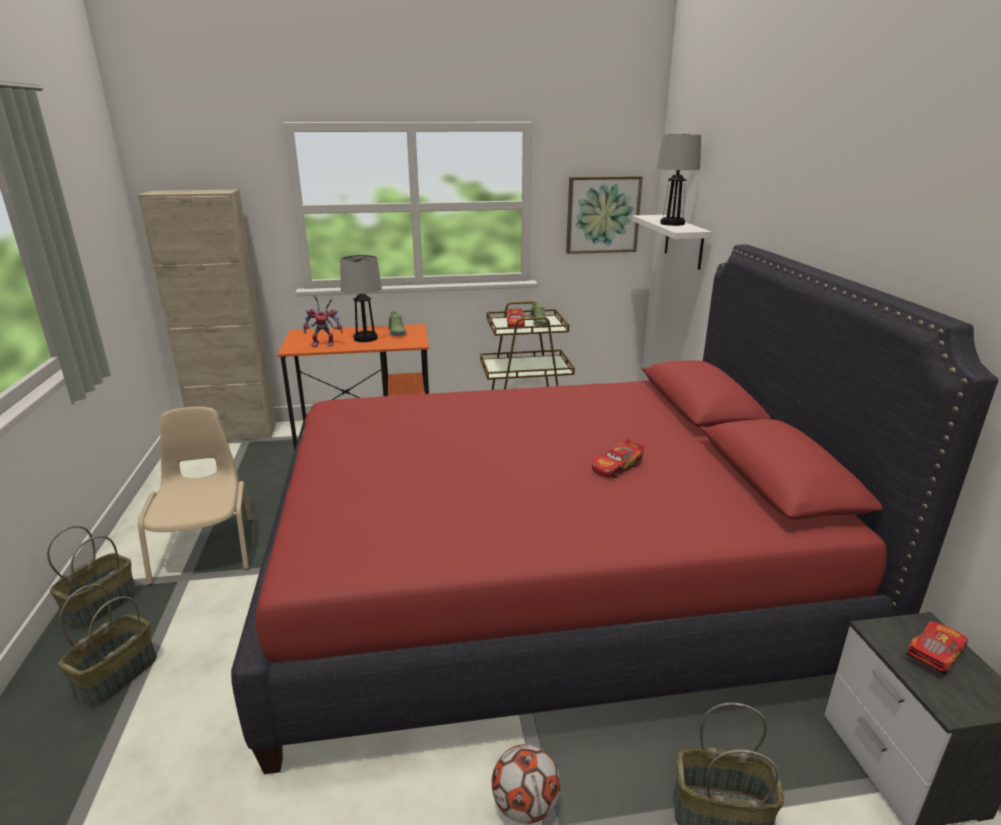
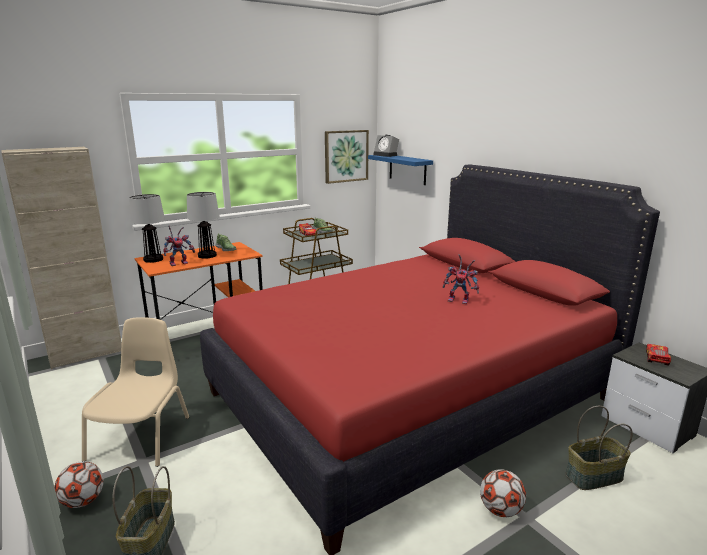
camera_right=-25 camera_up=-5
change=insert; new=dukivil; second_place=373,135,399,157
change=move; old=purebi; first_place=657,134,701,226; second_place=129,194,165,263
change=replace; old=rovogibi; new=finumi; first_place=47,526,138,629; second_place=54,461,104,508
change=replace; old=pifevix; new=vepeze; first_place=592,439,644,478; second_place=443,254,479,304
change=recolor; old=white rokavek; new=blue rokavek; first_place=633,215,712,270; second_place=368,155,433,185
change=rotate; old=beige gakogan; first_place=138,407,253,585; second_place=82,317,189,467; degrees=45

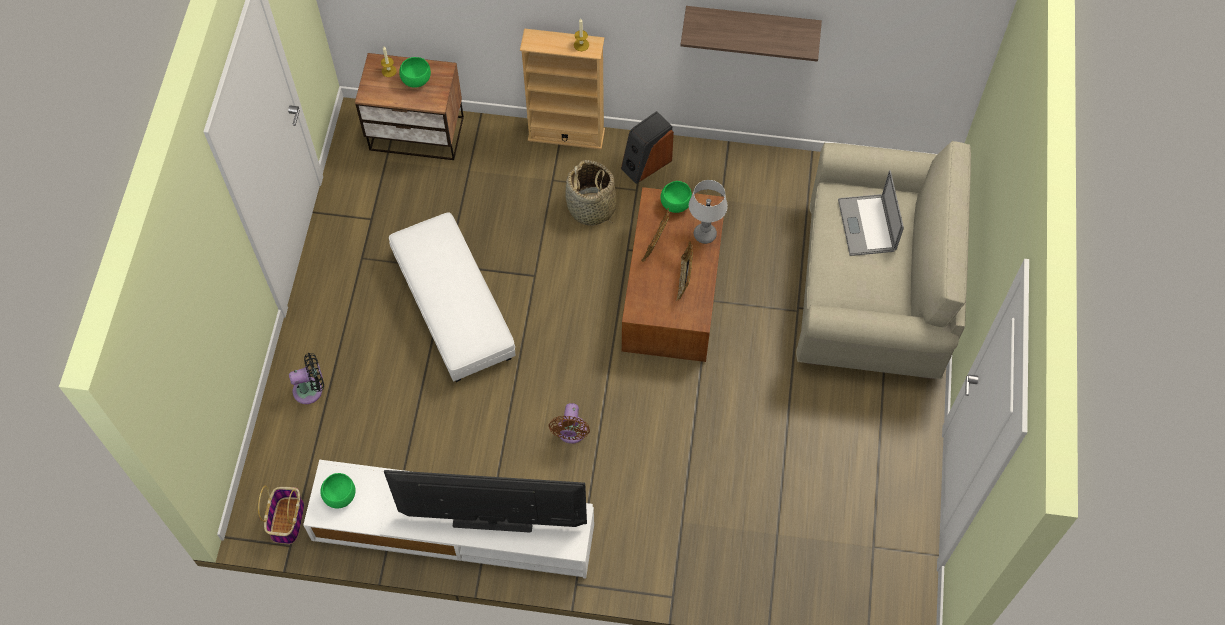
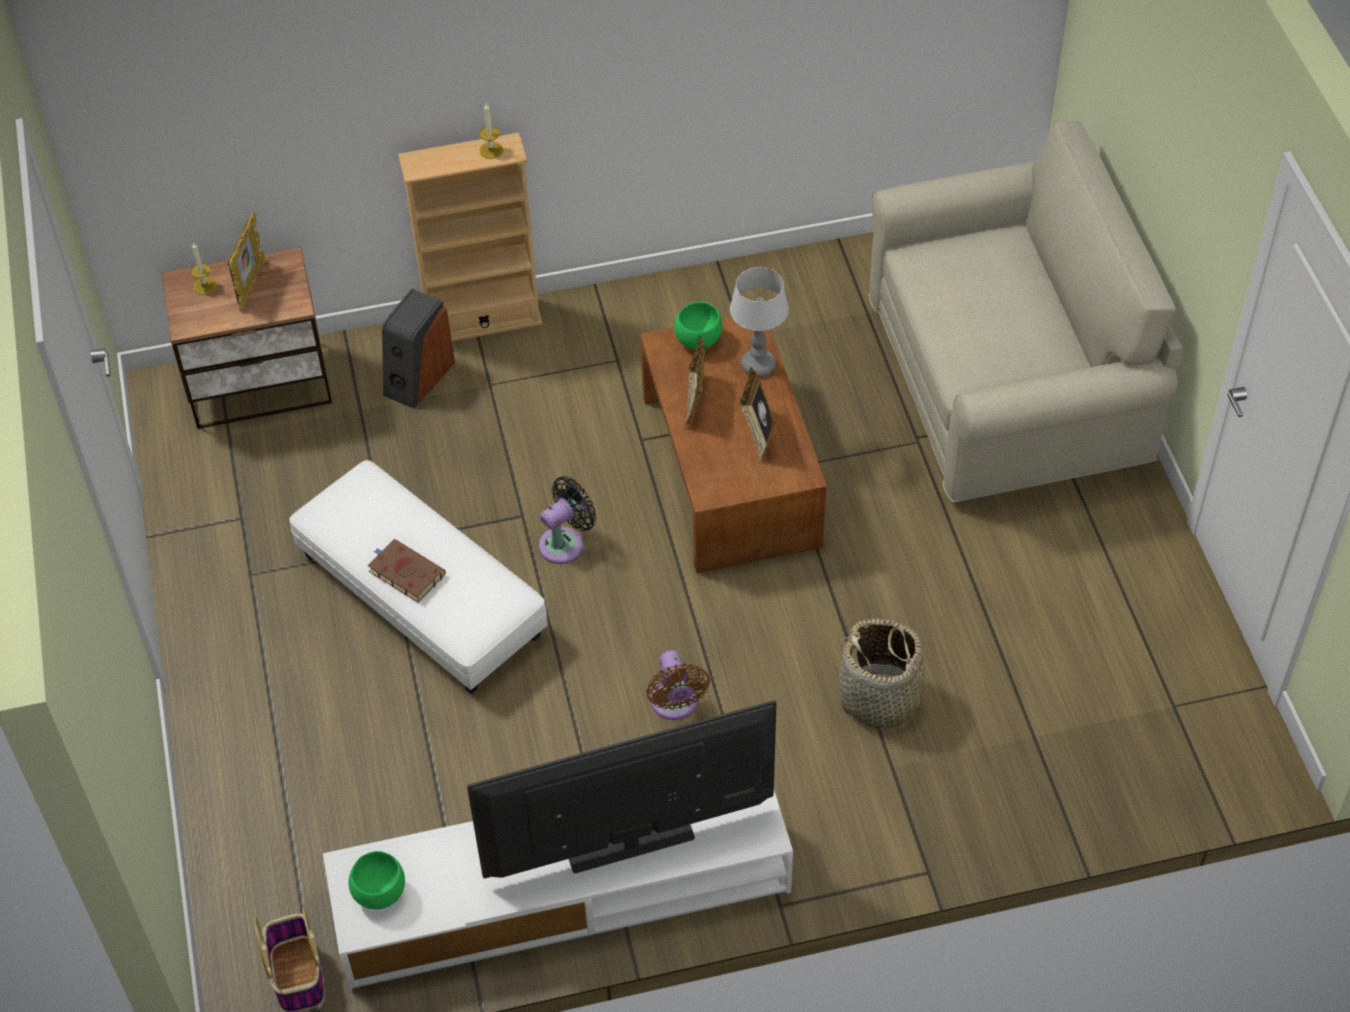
camera_right=-20 camera_up=-10
change=delete; old=rokavek; first_place=680,6,822,62
change=delete; old=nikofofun; first_place=838,170,904,256
change=insert; new=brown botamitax; second_place=368,539,446,602
change=move; old=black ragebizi; first_place=289,353,324,404; second_place=539,476,596,564
change=move; old=rovogibi; first_place=565,160,617,225; second_place=835,619,937,729
change=move; old=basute; first_place=621,111,674,184; second_place=382,288,455,409
change=replace; old=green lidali; new=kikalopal; first_place=399,57,431,88; second_place=227,212,265,311

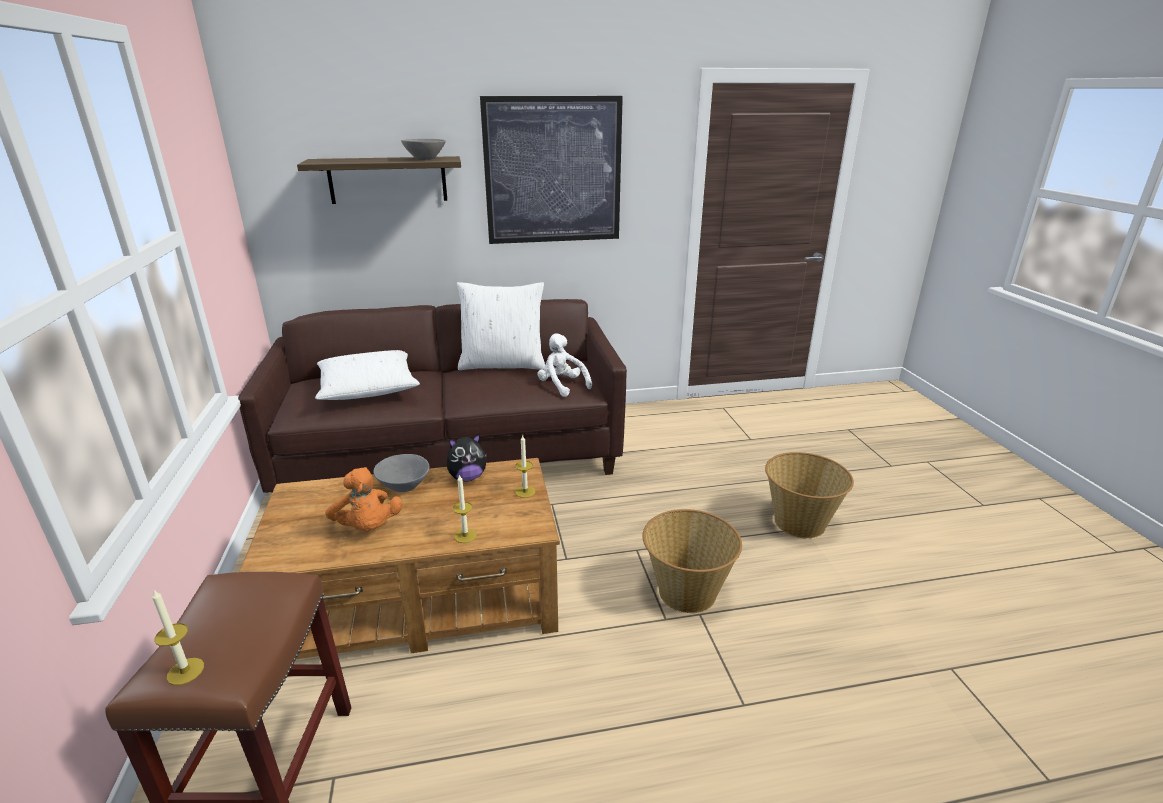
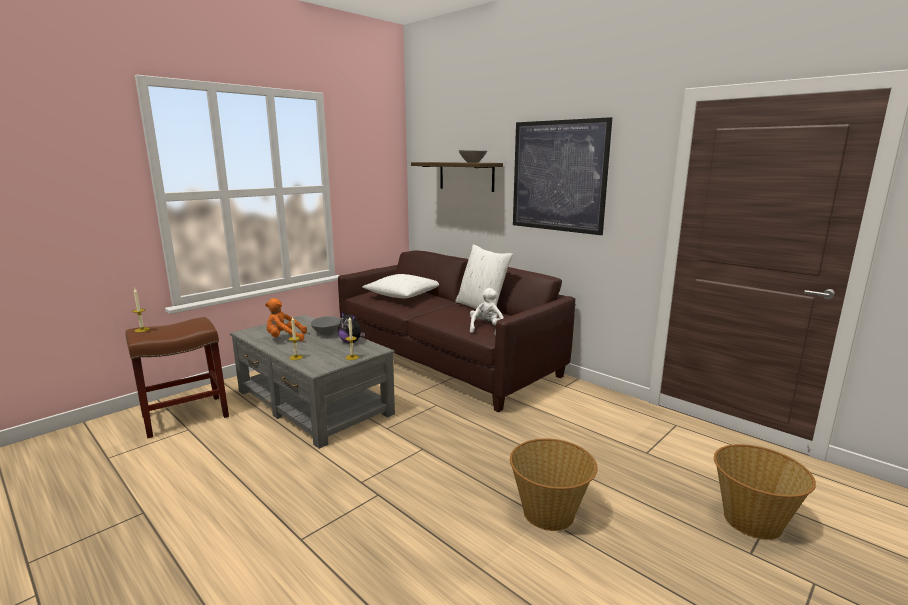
camera_right=55 camera_up=-10
change=move; old=rovogibi; first_place=642,509,742,613; second_place=714,444,816,540
change=recolor; old=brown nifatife; new=grey nifatife; first_place=239,458,560,659; second_place=230,315,395,449
change=rotate; old=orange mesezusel; first_place=325,467,403,531; second_place=265,298,307,341; degrees=60

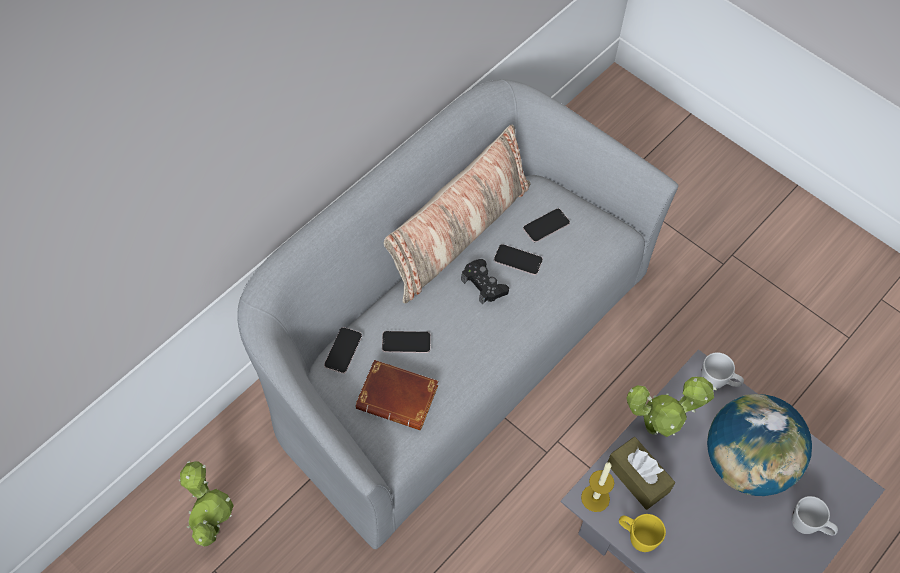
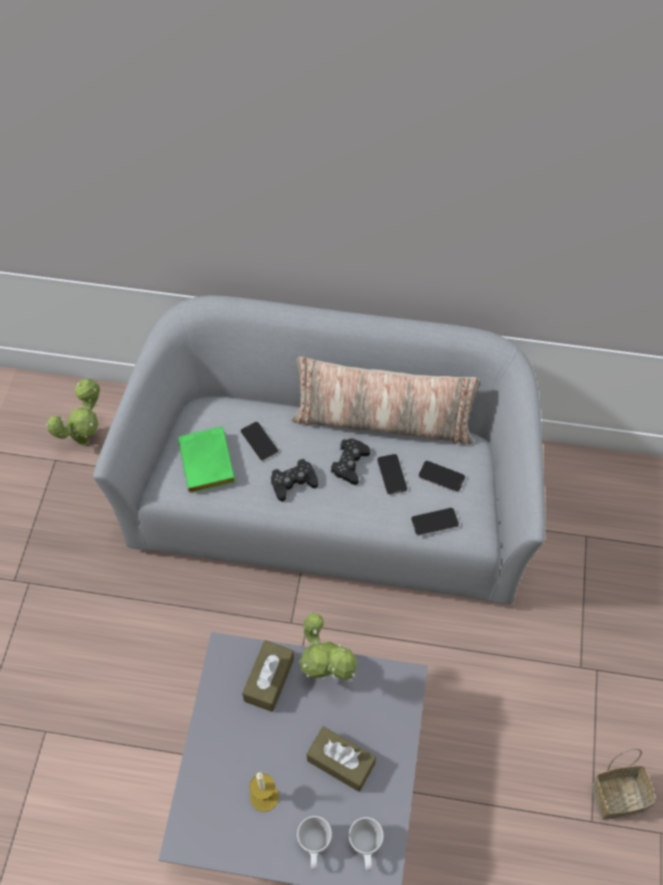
camera_right=60 camera_up=0
change=delete; old=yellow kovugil; first_place=619,514,666,552
change=insert; new=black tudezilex; second_place=271,459,318,502
change=insert; new=rovogibi; second_place=591,749,658,820
change=move; old=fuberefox; first_place=324,327,362,374; second_place=411,508,459,536
change=move; old=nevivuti; first_place=581,462,615,512; second_place=249,773,279,812
change=move; old=white kovugil; first_place=701,352,744,389; second_place=349,817,384,871
change=replace; old=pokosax; new=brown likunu; first_place=707,394,812,496; second_place=307,726,376,792
change=recolor; old=brown botamitax; new=green botamitax; first_place=356,360,438,430; second_place=178,426,235,493

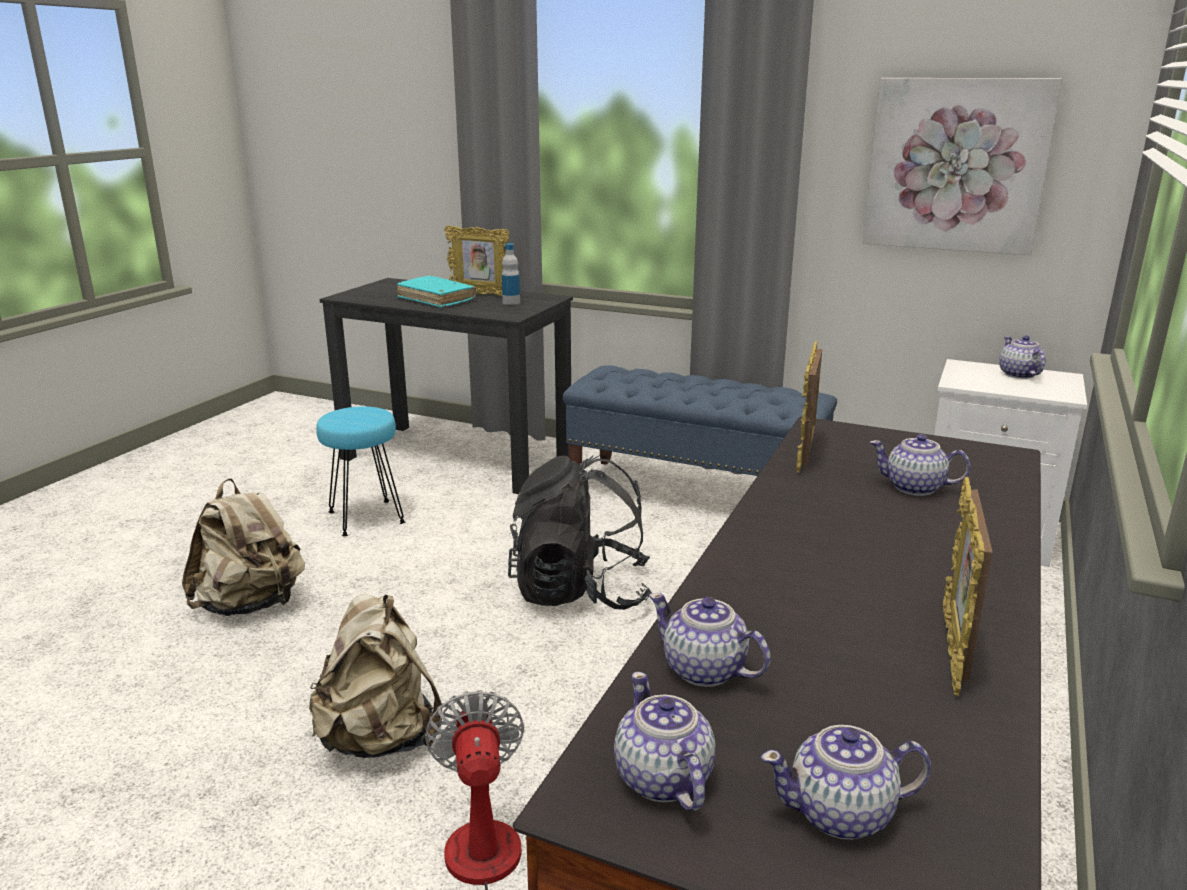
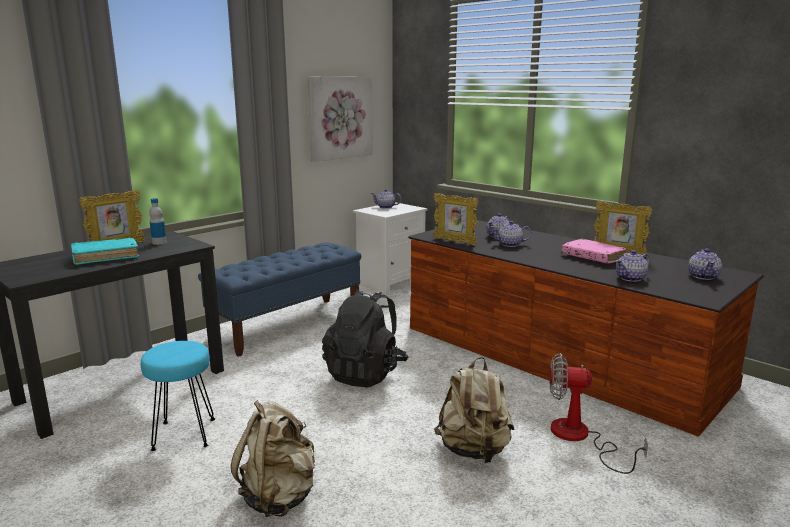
camera_right=-70 camera_up=-5
change=insert; new=pink botamitax; second_place=562,239,627,263
change=move; old=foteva; first_place=614,672,716,811; second_place=491,221,532,247

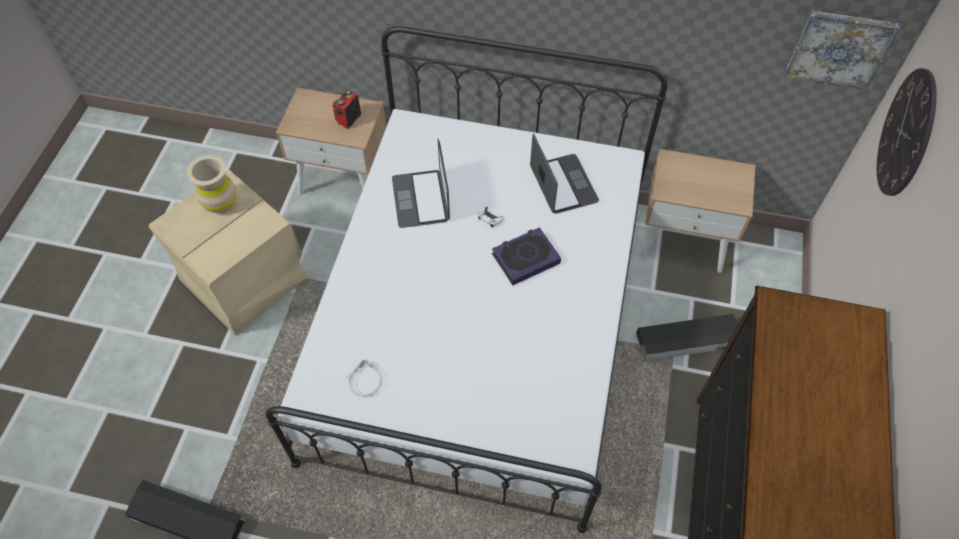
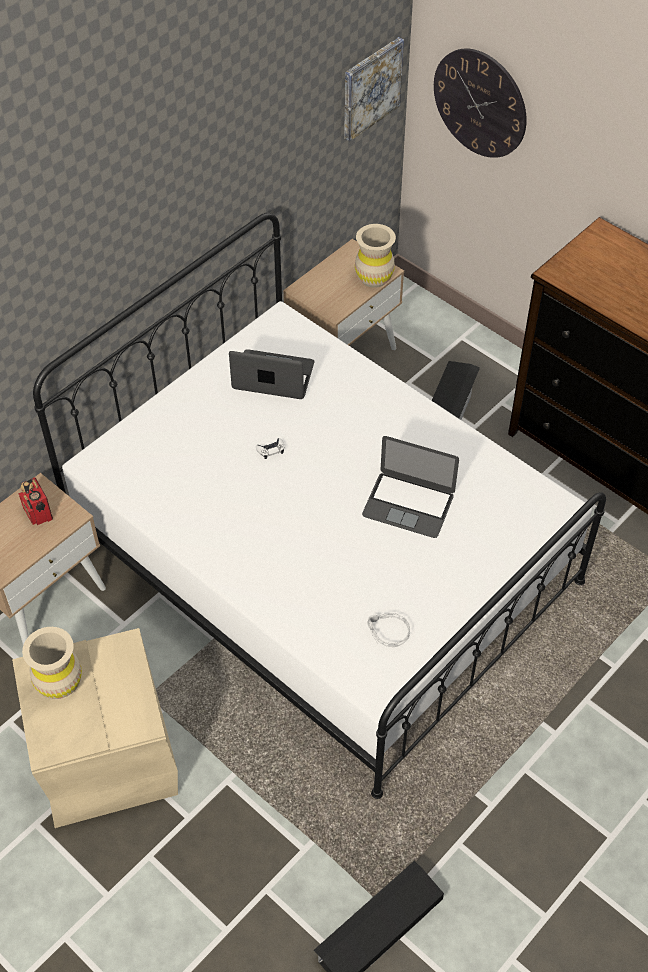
camera_right=-60 camera_up=-5
change=delete; old=botamitax; first_place=492,227,561,285
change=insert; new=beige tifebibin; second_place=355,224,396,288
change=move; old=nikofofun; first_place=392,139,450,228; second_place=362,436,459,538

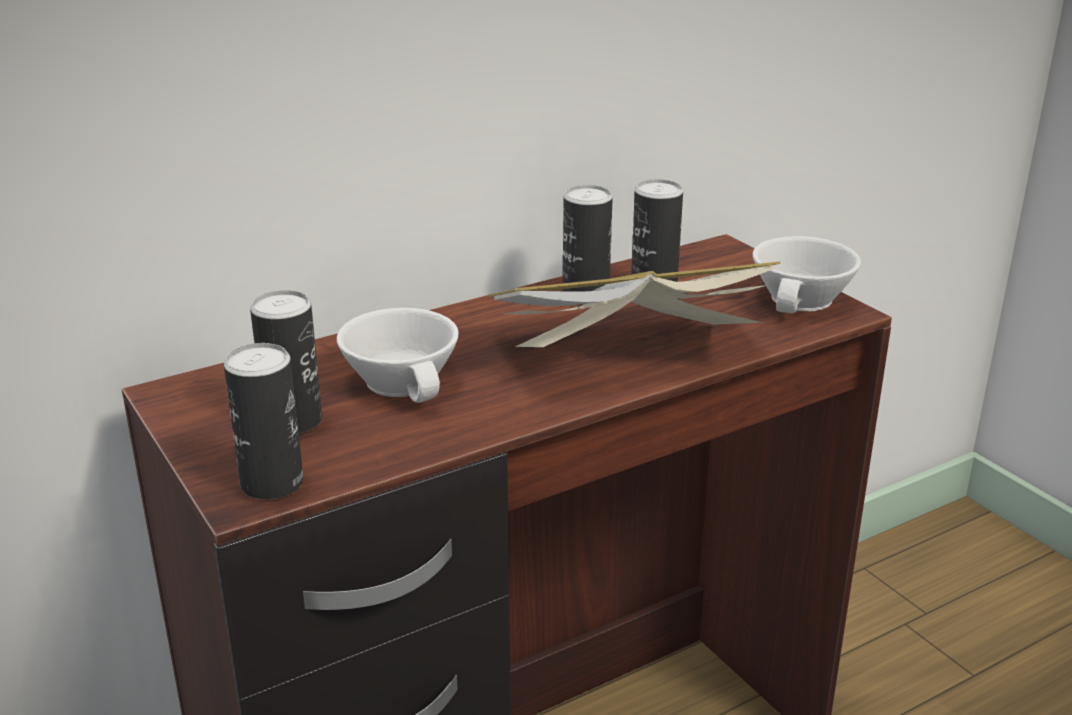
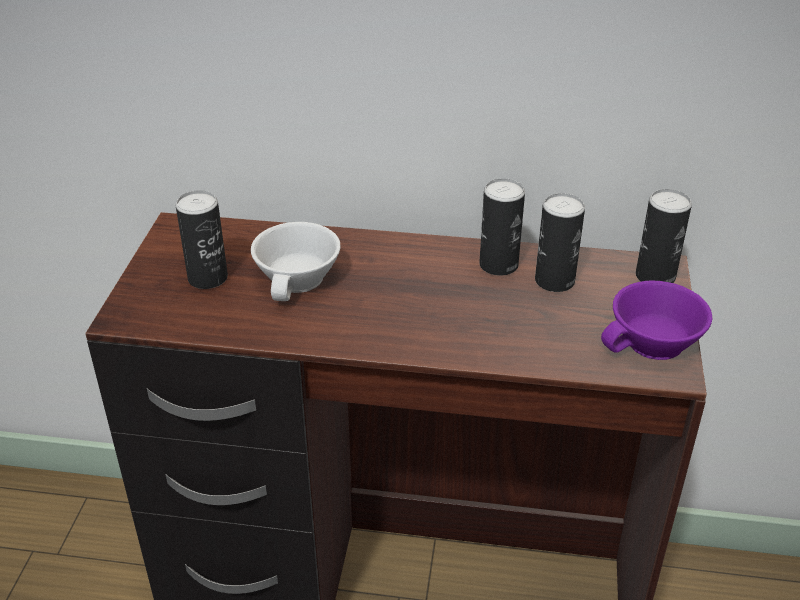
camera_right=40 camera_up=10
change=delete; old=botamitax; first_place=488,262,781,347
change=move; old=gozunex; first_place=224,343,304,499; second_place=636,189,692,283
change=recolor; old=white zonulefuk; new=purple zonulefuk; first_place=752,236,861,313; second_place=601,281,712,360

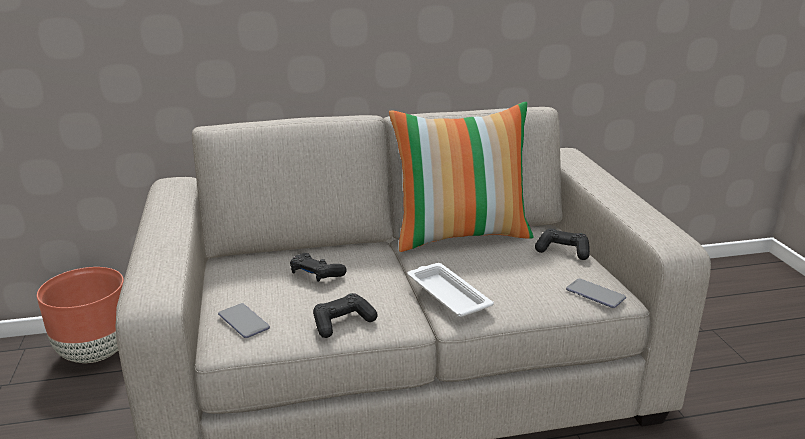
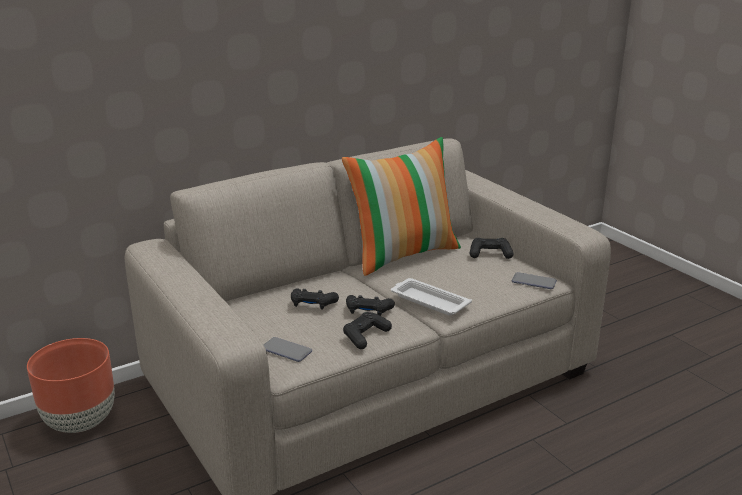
camera_right=-20 camera_up=0
change=insert; new=black tudezilex; second_place=346,295,395,316

